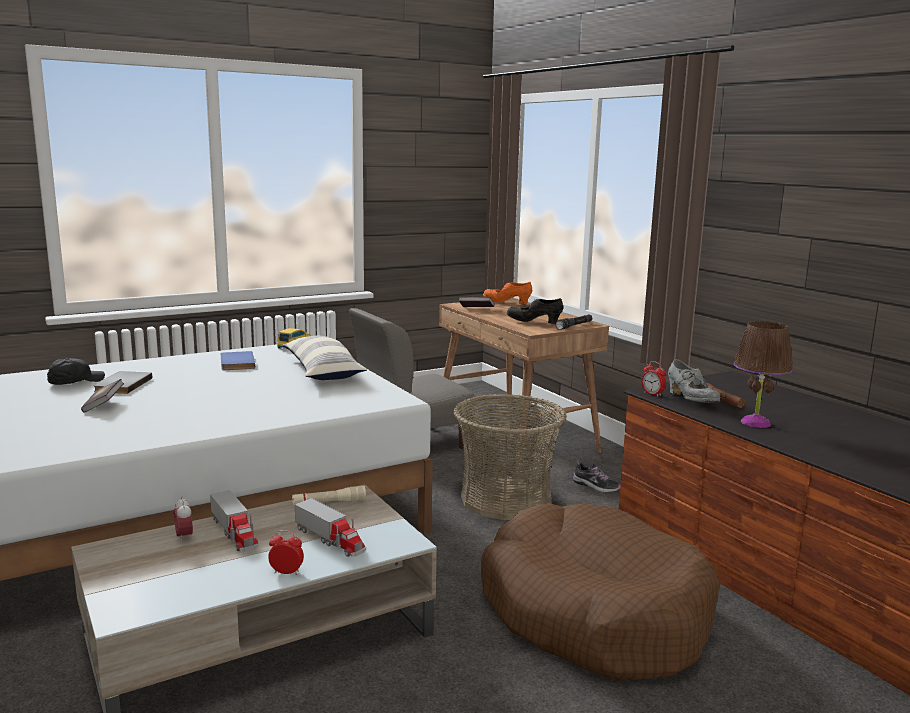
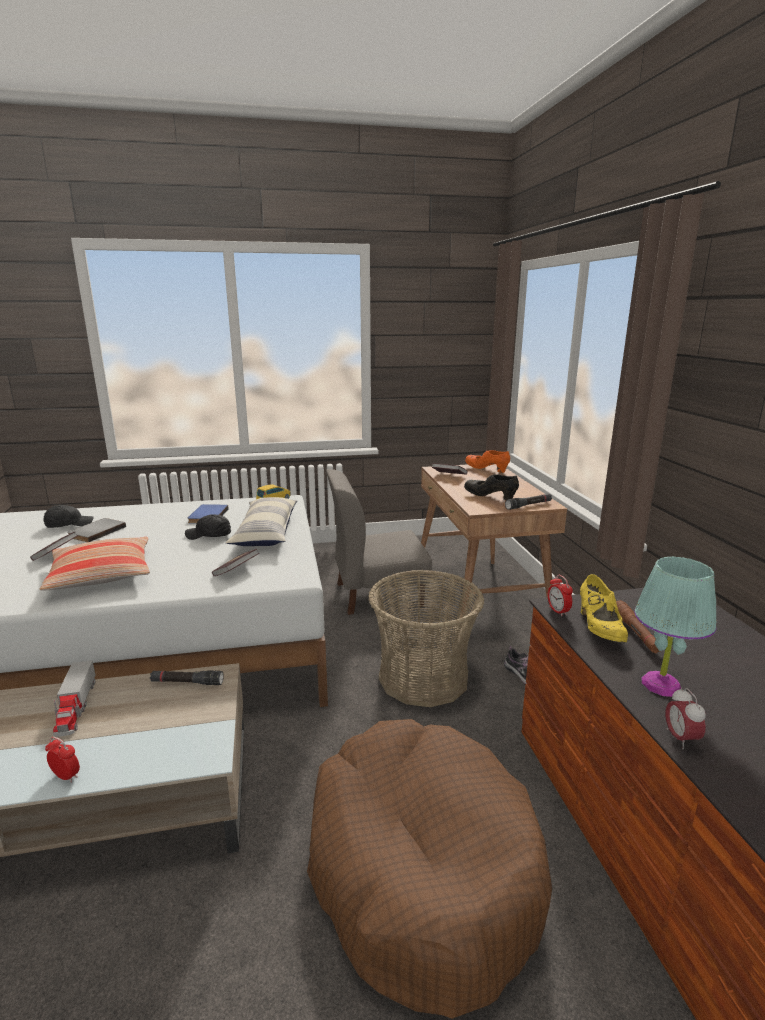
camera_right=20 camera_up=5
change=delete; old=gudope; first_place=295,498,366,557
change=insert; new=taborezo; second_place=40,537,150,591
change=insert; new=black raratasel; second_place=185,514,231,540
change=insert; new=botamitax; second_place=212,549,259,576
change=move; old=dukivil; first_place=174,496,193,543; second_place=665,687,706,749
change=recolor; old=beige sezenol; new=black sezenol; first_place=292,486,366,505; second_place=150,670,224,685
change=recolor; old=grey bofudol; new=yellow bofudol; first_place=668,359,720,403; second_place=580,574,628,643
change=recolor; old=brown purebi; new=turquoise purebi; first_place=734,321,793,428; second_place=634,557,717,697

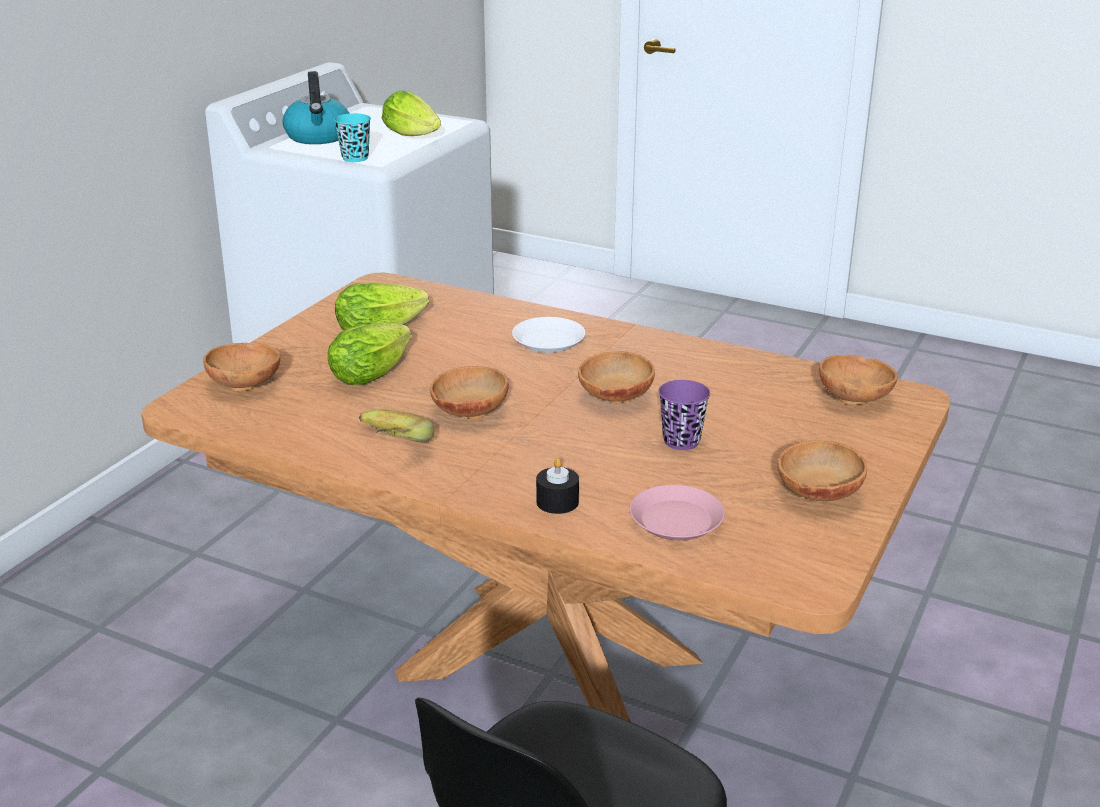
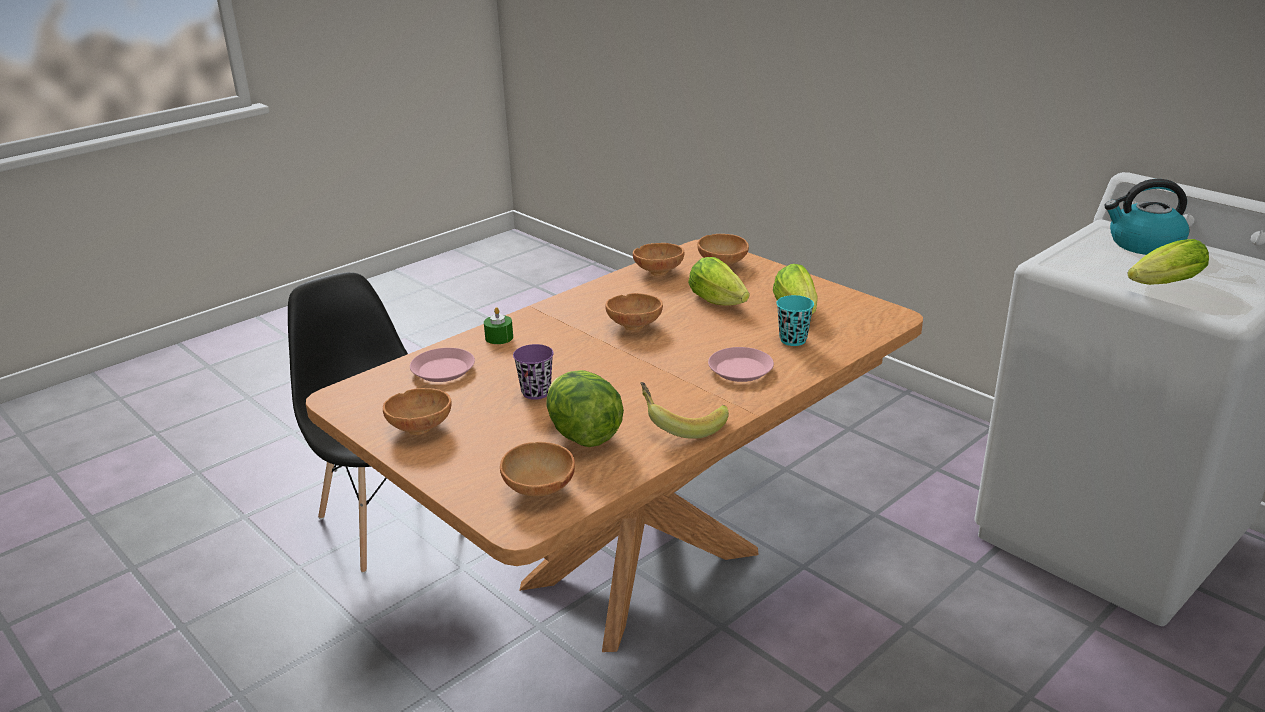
camera_right=110 camera_up=0
change=insert; new=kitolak; second_place=546,370,624,447
change=move; old=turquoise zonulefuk; first_place=334,114,371,162; second_place=776,295,814,346
change=move; old=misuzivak; first_place=359,409,434,442; second_place=640,382,729,439
change=move; old=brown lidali; first_place=578,351,655,404; second_place=633,243,684,276
change=recolor; old=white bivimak; new=pink bivimak; first_place=512,317,585,353; second_place=708,347,774,382
change=recolor; old=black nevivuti; new=green nevivuti; first_place=536,458,579,514; second_place=484,307,513,344

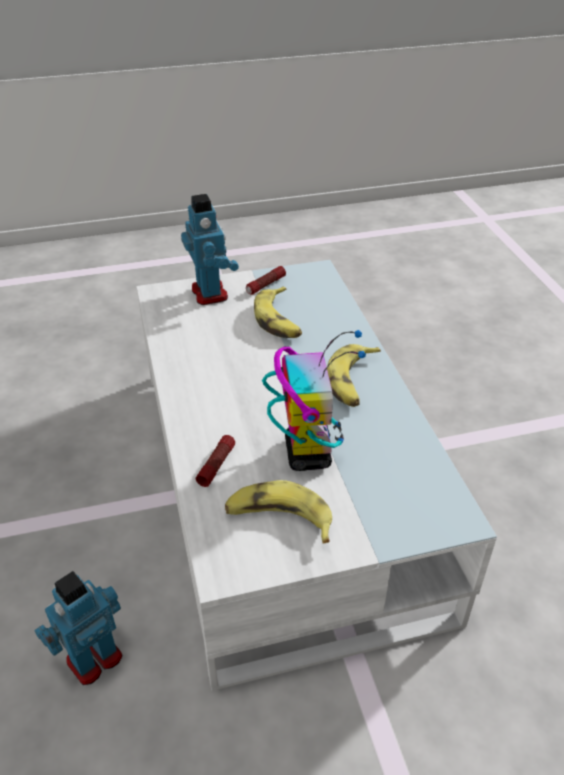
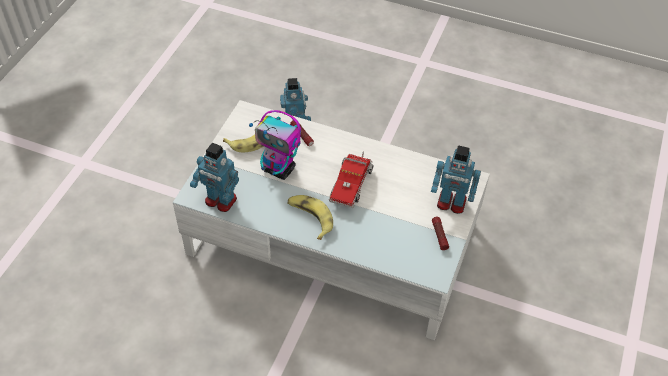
camera_right=125 camera_up=10
change=delete; old=misuzivak; first_place=254,287,302,338
change=insert; new=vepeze; second_place=190,143,239,212
change=insert; new=gudope; second_place=329,152,373,208

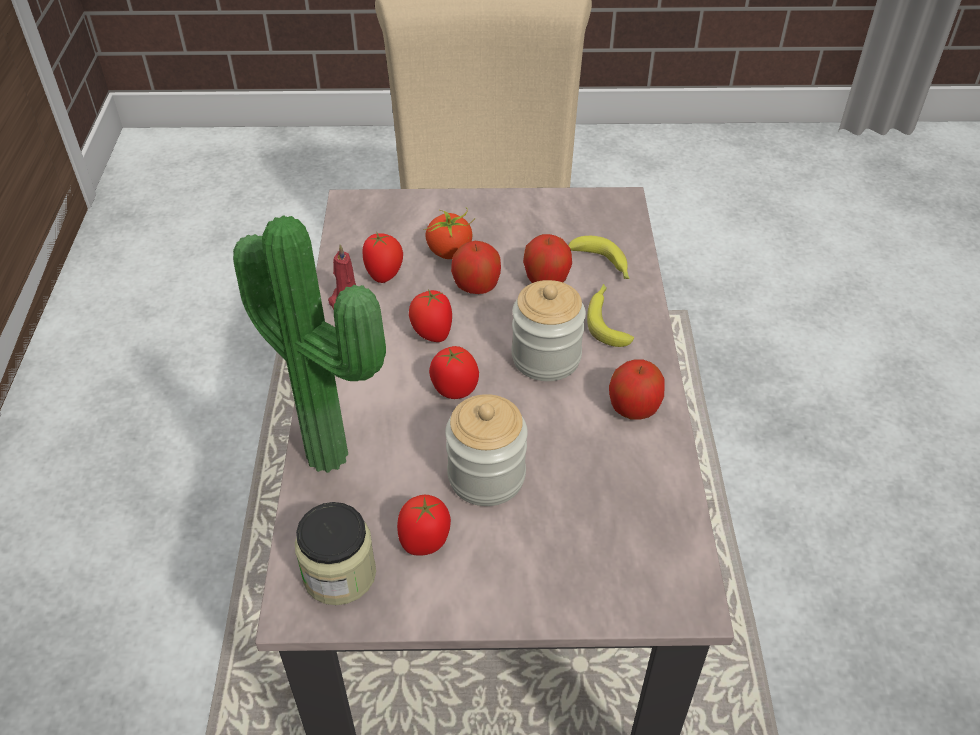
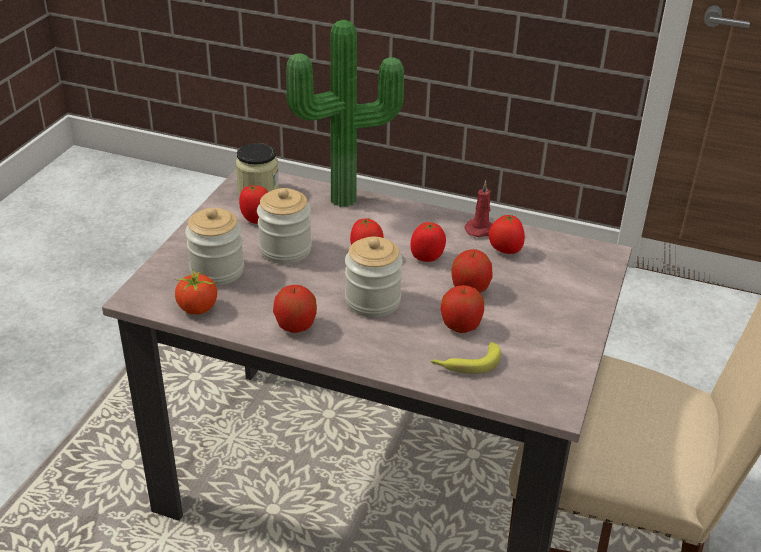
camera_right=110 camera_up=-10
change=delete; old=misuzivak; first_place=587,284,634,347
change=insert; new=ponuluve; second_place=185,208,244,286
change=move; old=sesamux; first_place=424,207,475,259; second_place=175,269,217,314

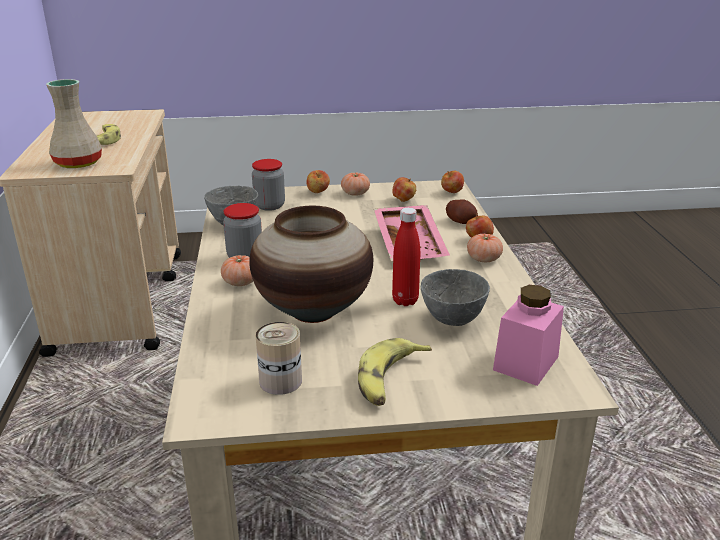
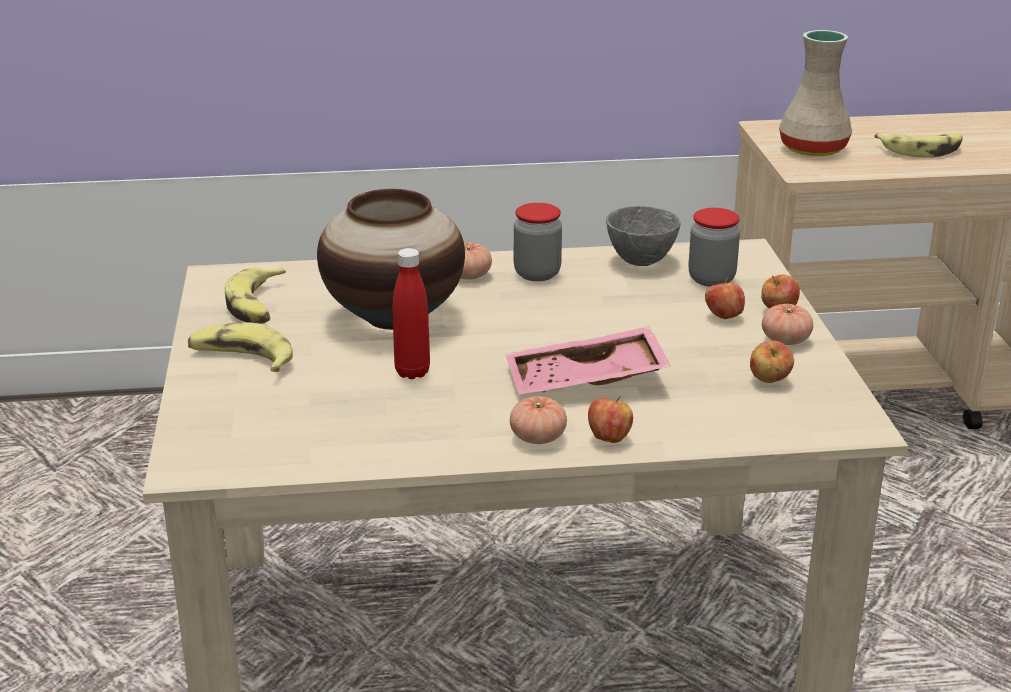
camera_right=90 camera_up=0
change=delete; old=grey lidali; first_place=421,269,490,326
change=delete; old=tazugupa; first_place=446,200,478,224
change=delete; old=pink ponuluve; first_place=493,285,564,386
change=move; old=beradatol; first_place=441,171,464,193; second_place=705,278,745,319
change=replace; old=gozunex; new=misuzivak; first_place=256,322,302,395; second_place=225,268,286,324

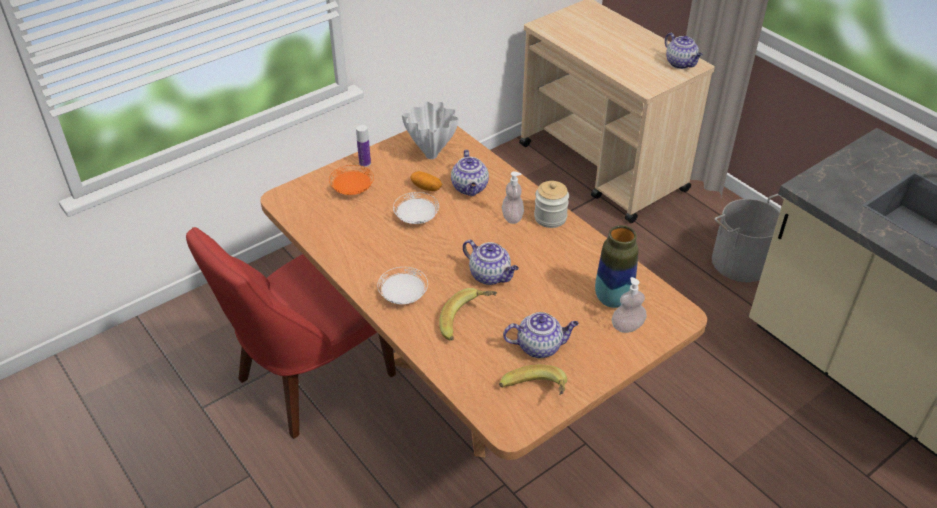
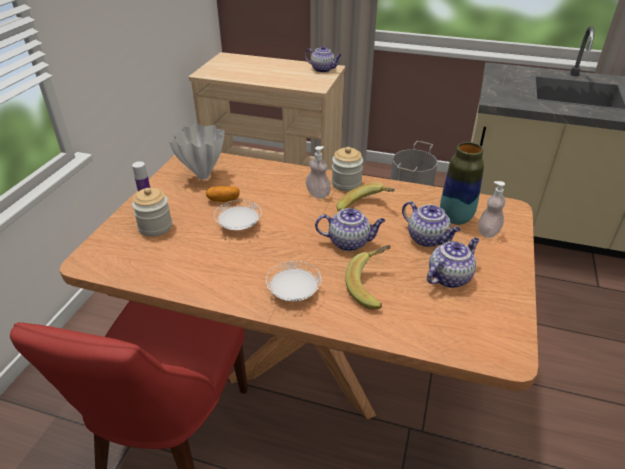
camera_right=-35 camera_up=-5
change=move; old=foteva; first_place=451,150,489,196; second_place=402,201,461,247
change=move; old=misuzivak; first_place=499,365,567,395; second_place=337,183,395,211
change=replace; old=orange bivimak; new=ponuluve; first_place=329,165,374,195; second_place=132,188,172,237

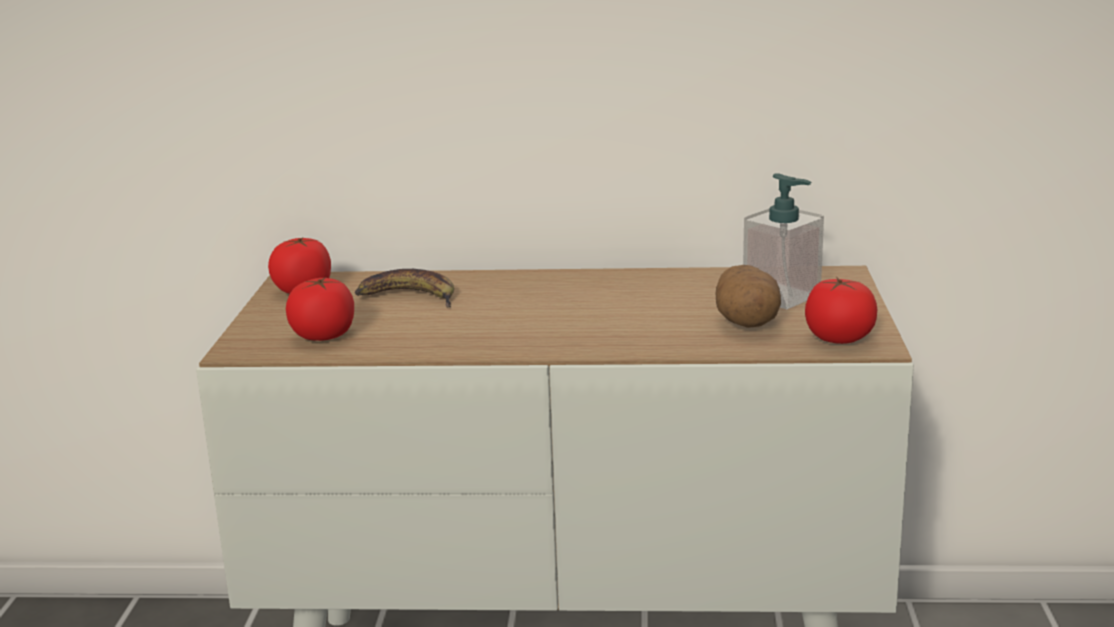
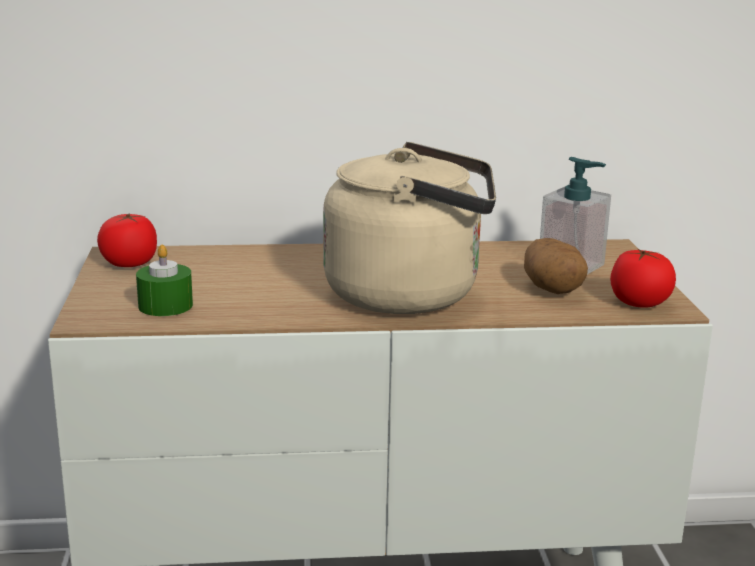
camera_right=-10 camera_up=0
change=delete; old=misuzivak; first_place=355,269,454,308
change=insert; new=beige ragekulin; second_place=323,142,496,314
change=replace; old=sesamux; new=green nevivuti; first_place=286,277,354,341; second_place=136,244,193,316

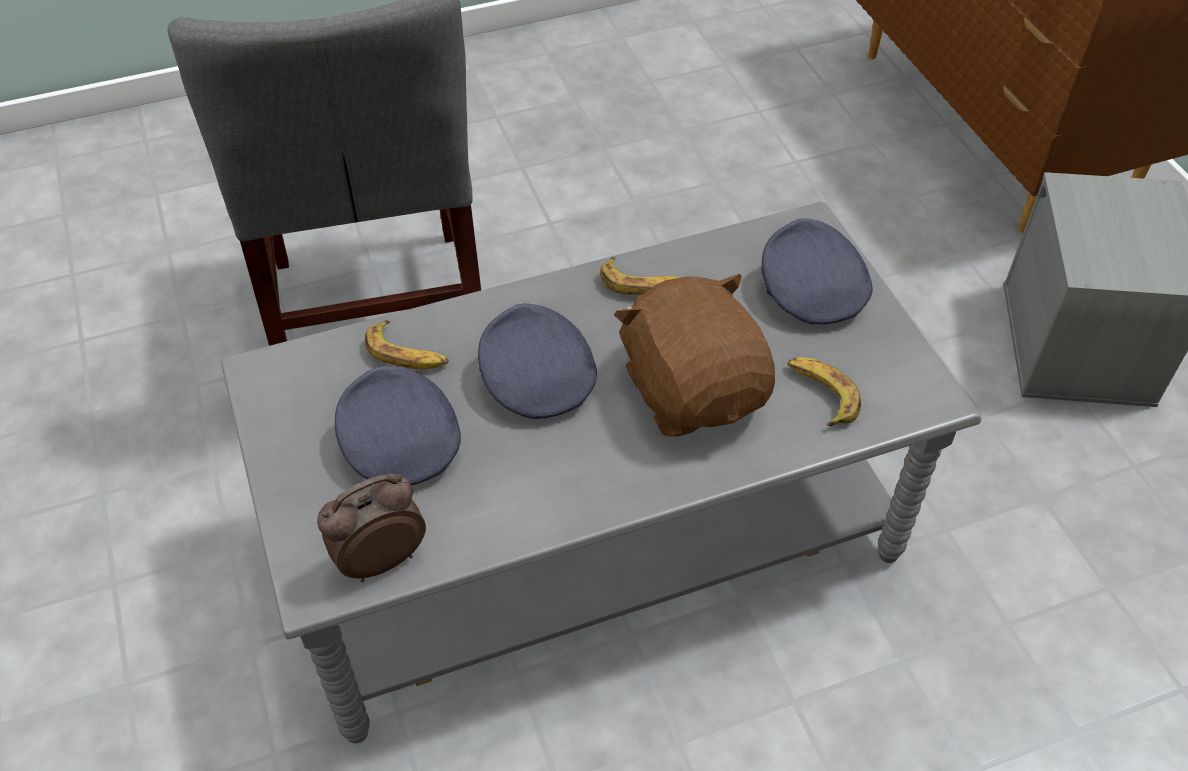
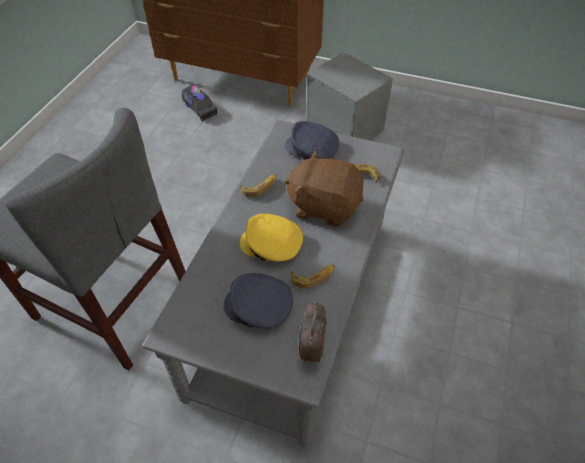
camera_right=-50 camera_up=0
change=insert; new=gudope; second_place=182,85,218,121
change=move; old=misuzivak; first_place=365,320,449,369; second_place=291,264,335,289
change=recolor; old=grey raratasel; new=yellow raratasel; first_place=478,304,597,419; second_place=240,214,303,262

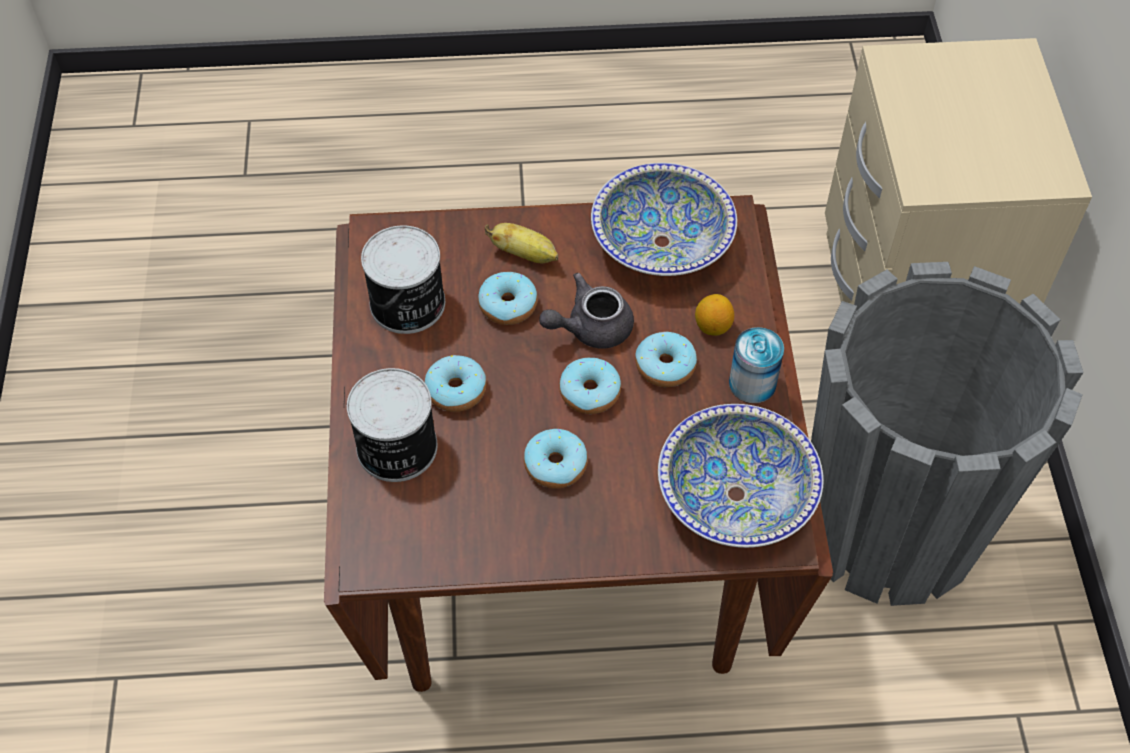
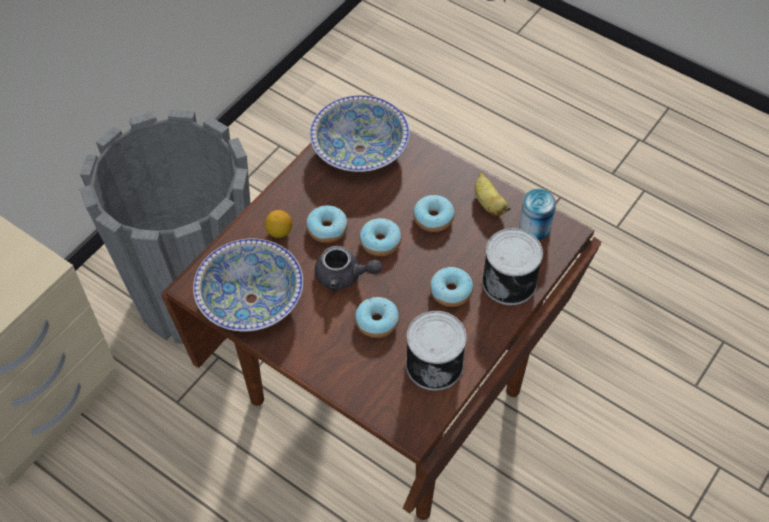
camera_right=-140 camera_up=0
change=move; old=misuzivak; first_place=485,223,558,264; second_place=474,172,511,216
change=move; old=gozunex; first_place=729,327,784,403; second_place=519,189,556,240

